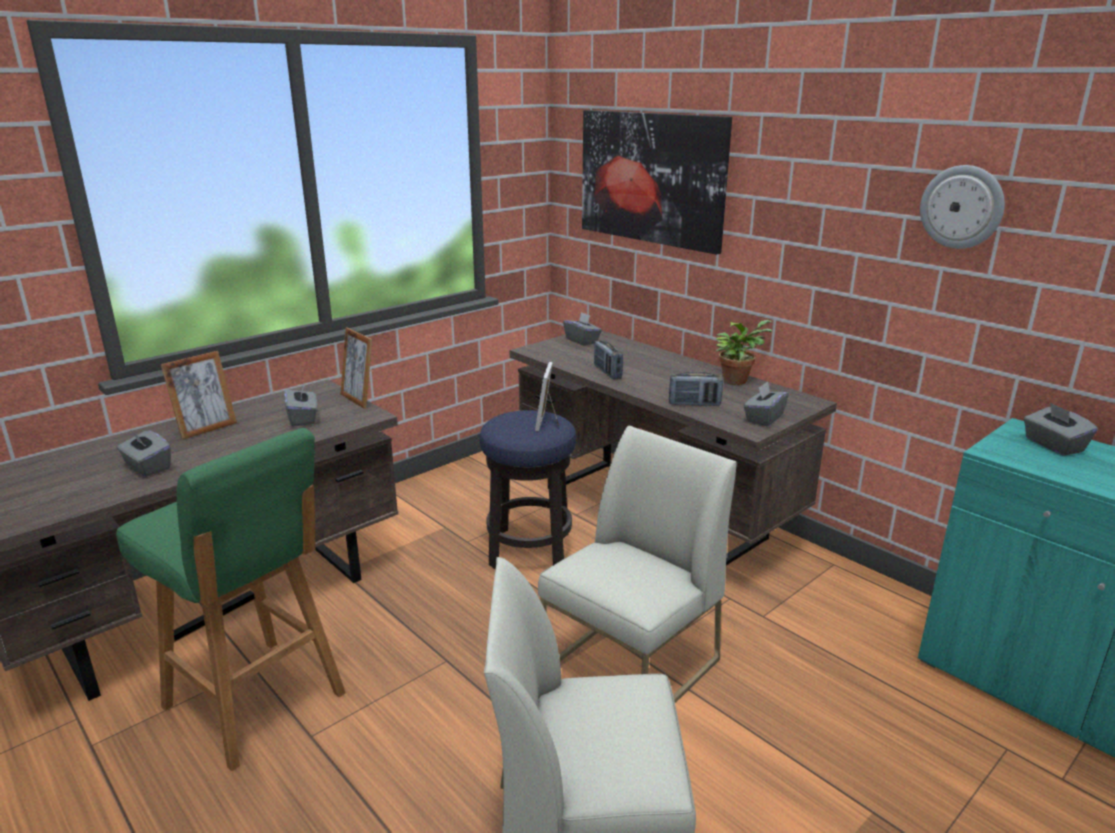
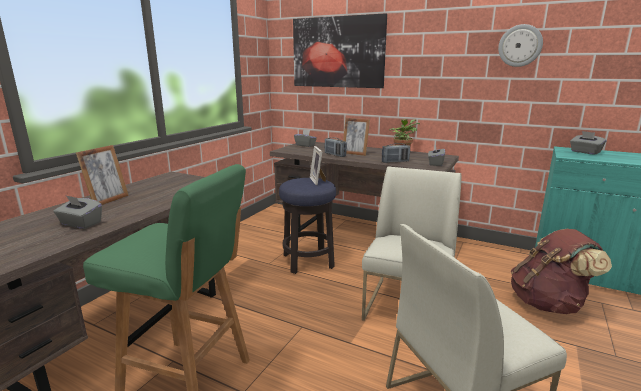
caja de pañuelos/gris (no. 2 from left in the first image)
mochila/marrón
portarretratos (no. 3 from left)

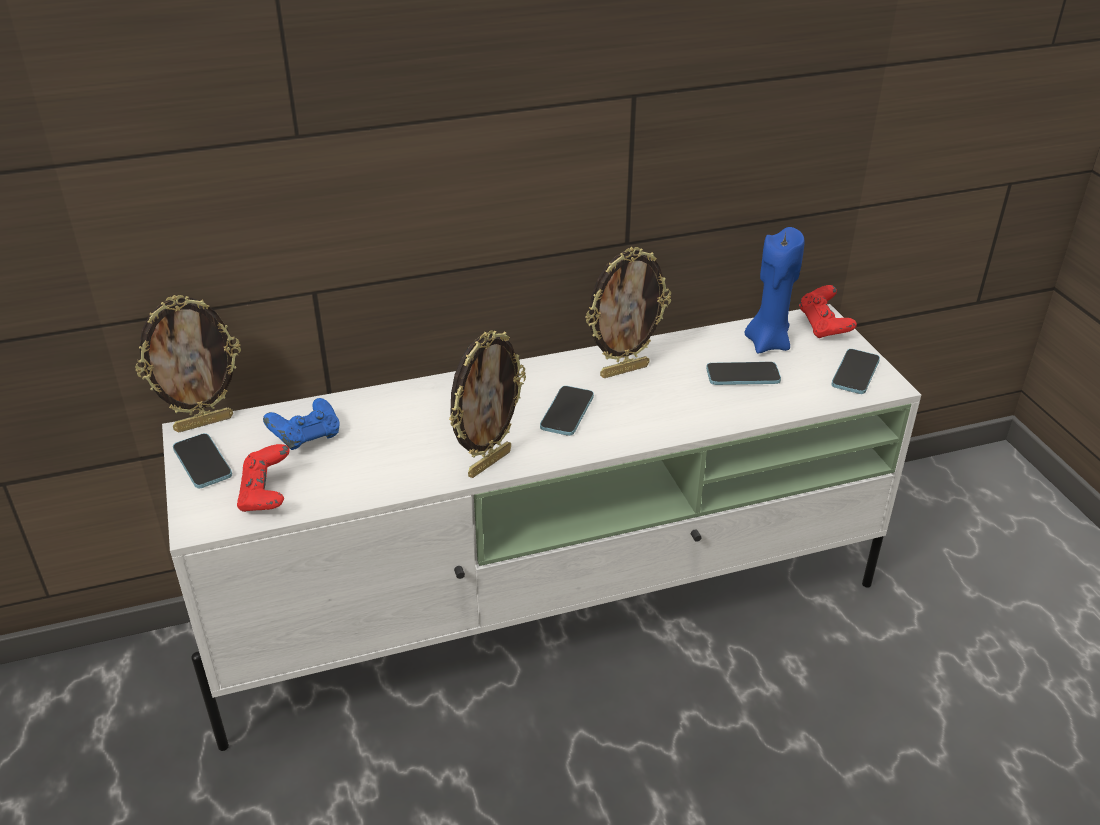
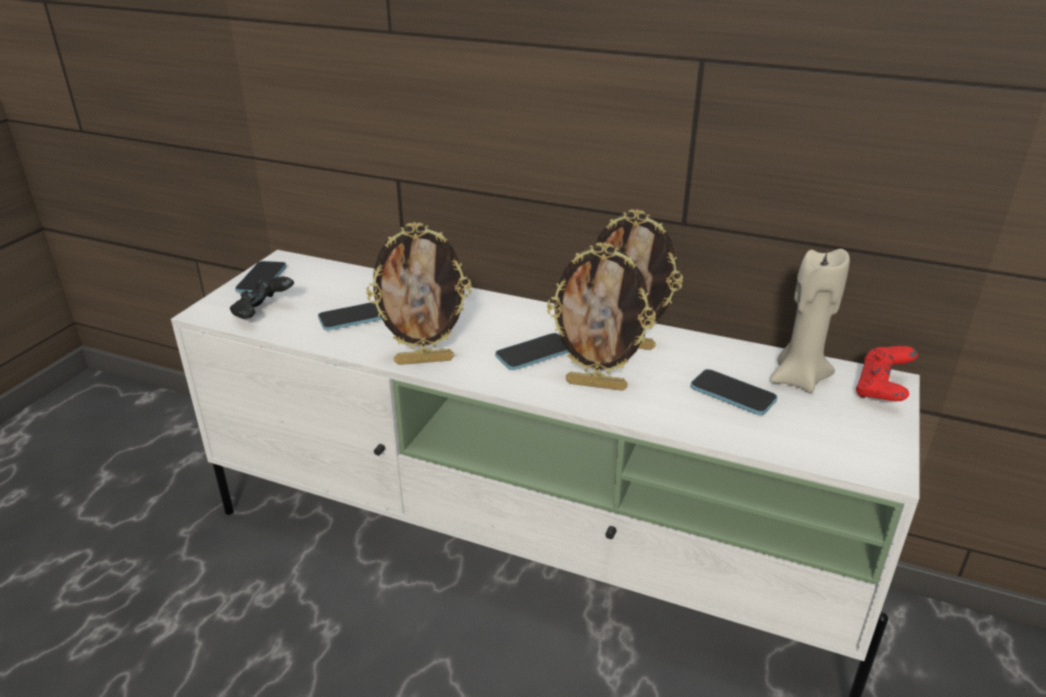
mando de consola/azul
portarretratos (no. 2 from left)
móvil (no. 2 from left)
mando de consola/negro
vela/beis

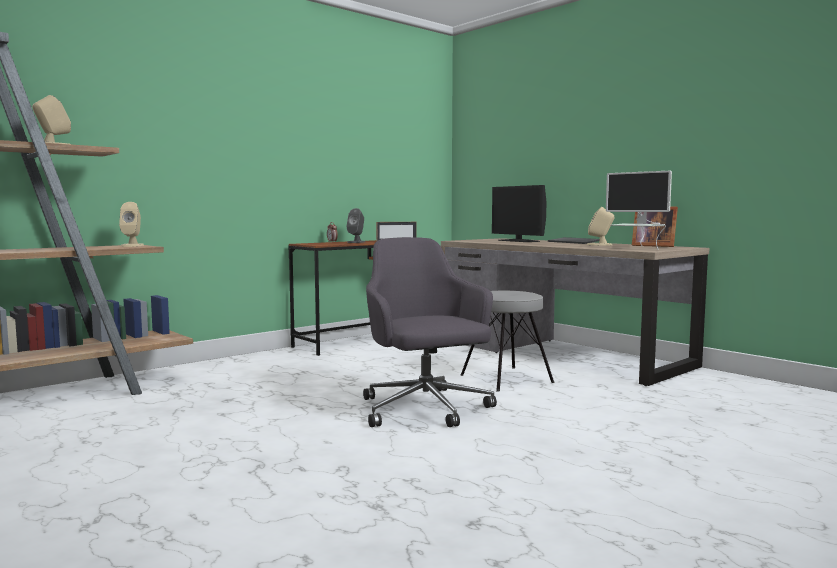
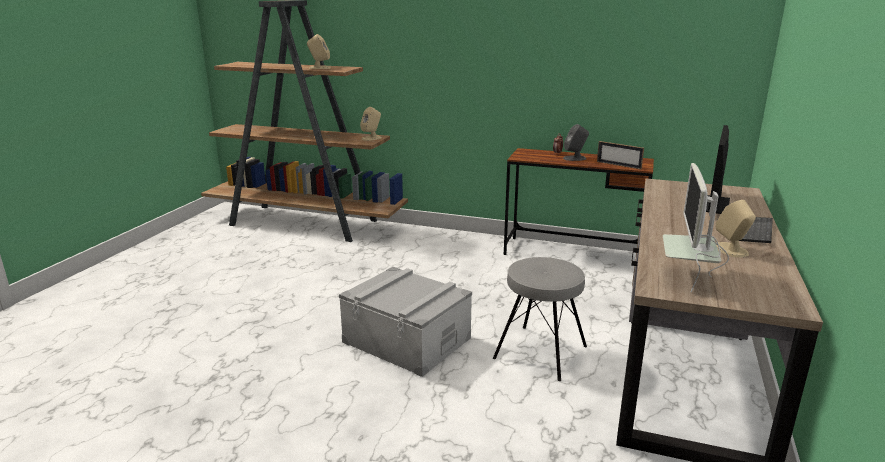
portarretratos (no. 2 from left in the first image)
caja de almacenaje/gris

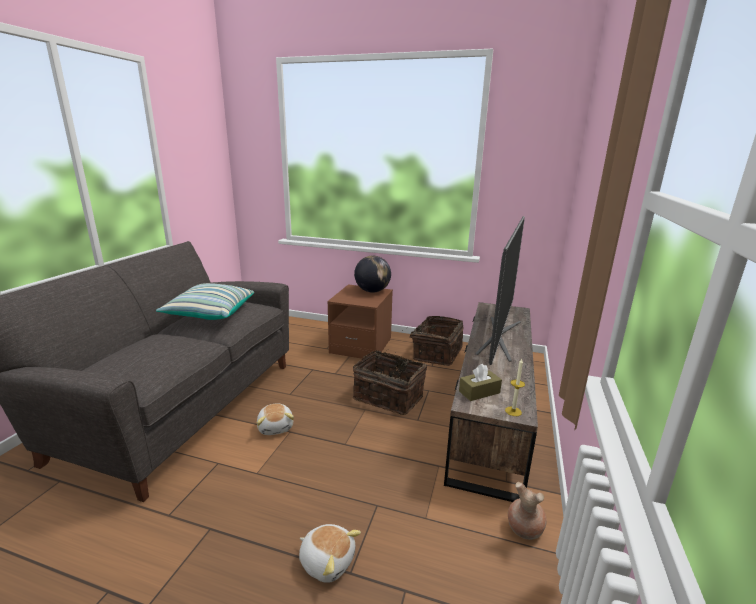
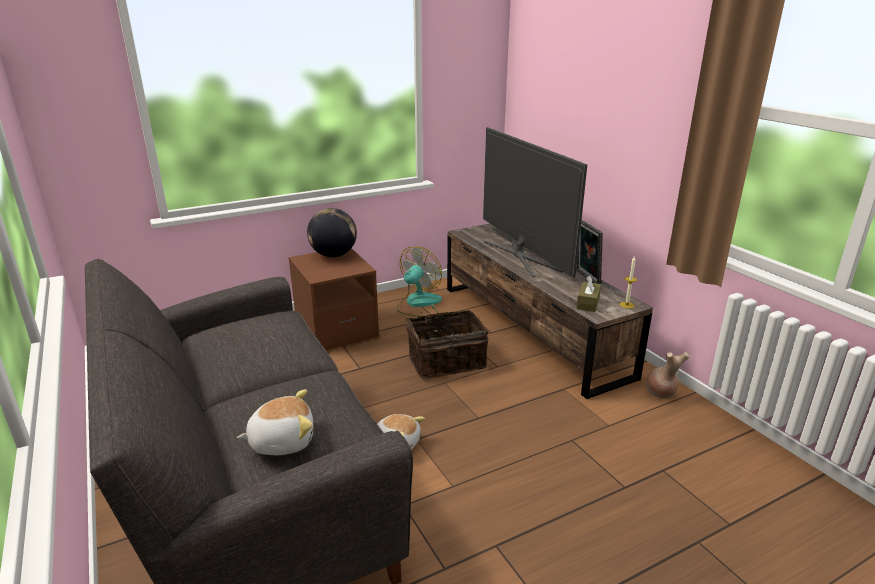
cojín
portarretratos
peluche (no. 1 from left)
ventilador

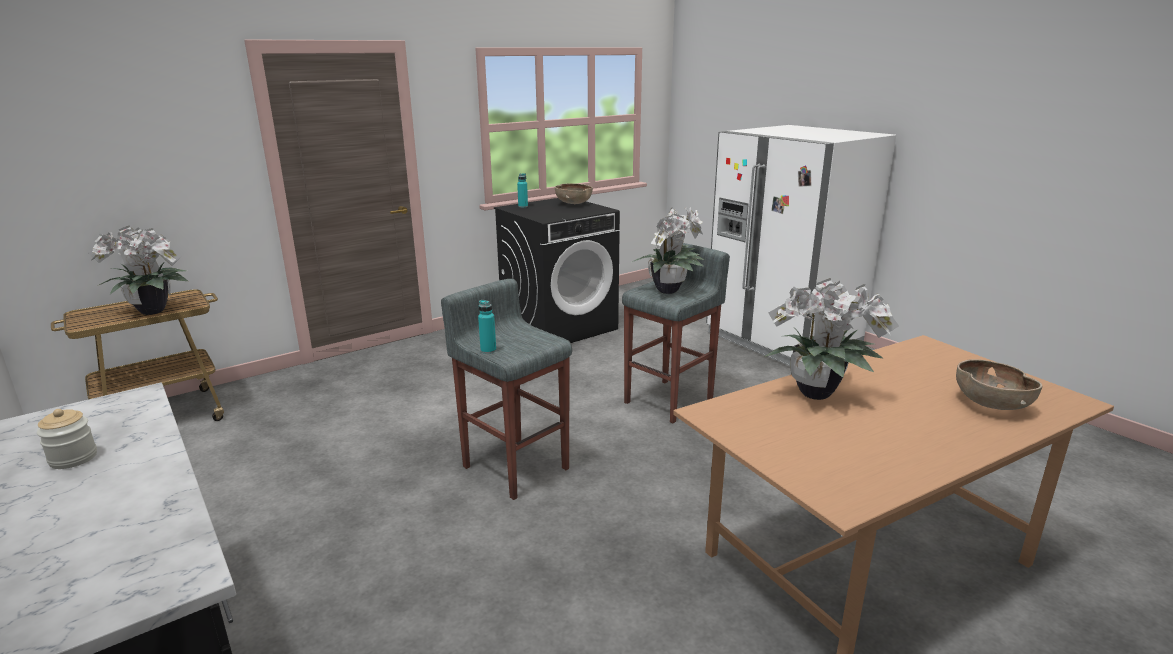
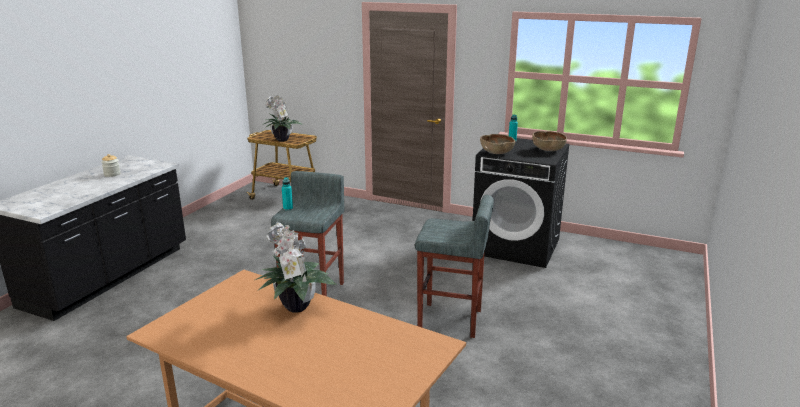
planta en maceta (no. 2 from left in the first image)
nevera/blanco
cuenco/marrón (no. 1 from left)

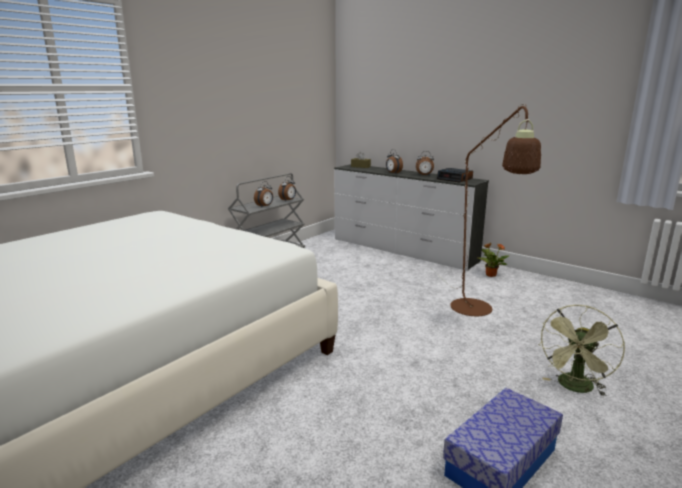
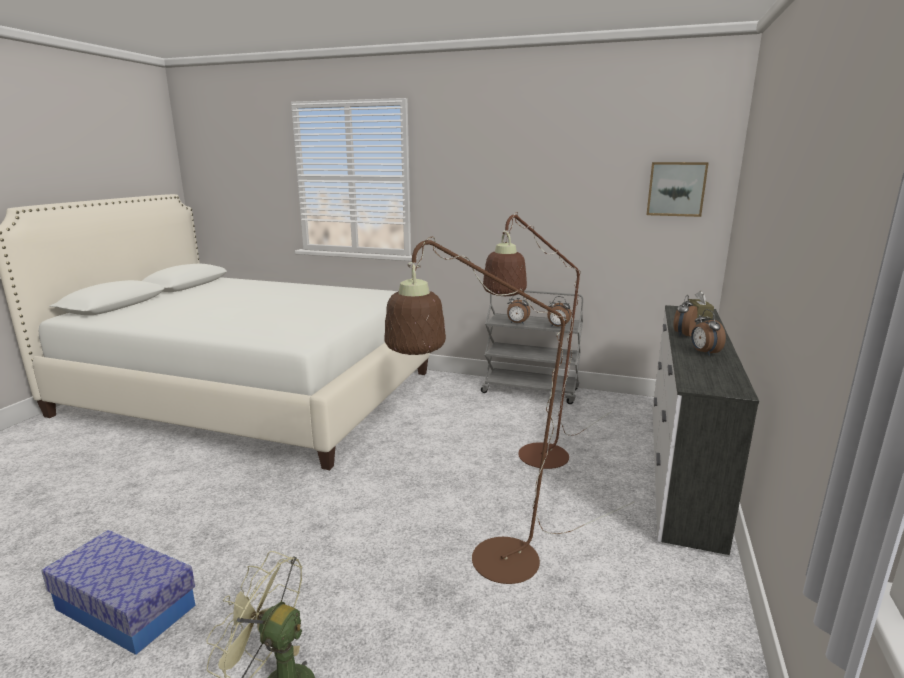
despertador (no. 5 from left in the first image)
planta en maceta
lámpara de pie/marrón (no. 2 from left)
cuadro

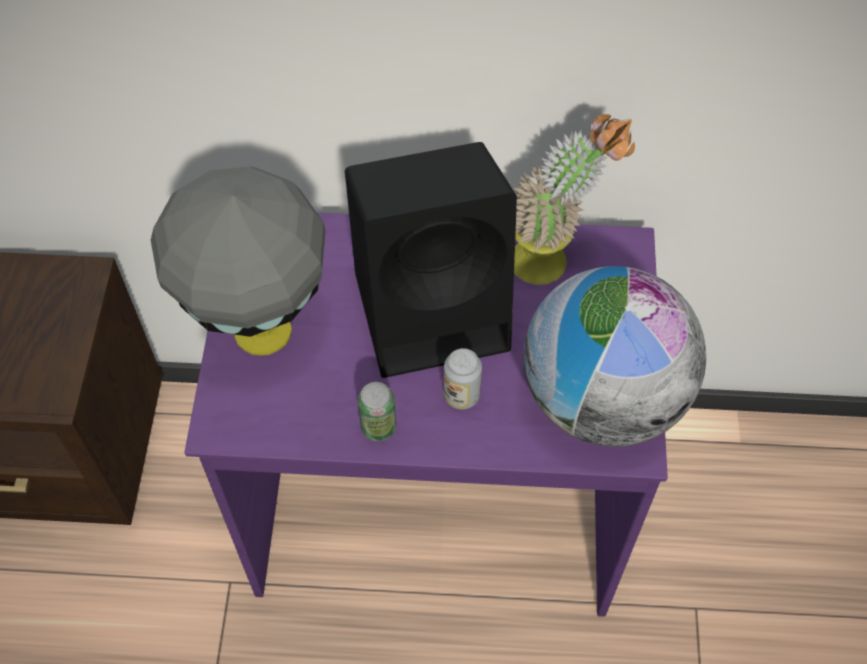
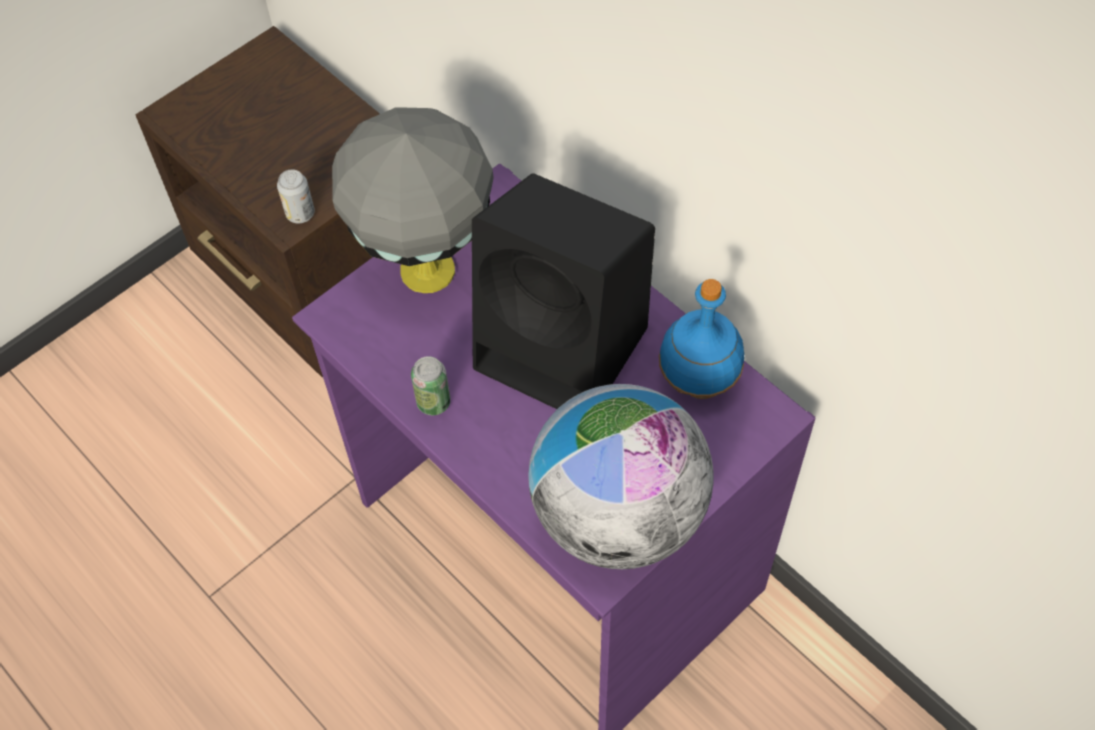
lata (no. 1 from left)
botella/azul

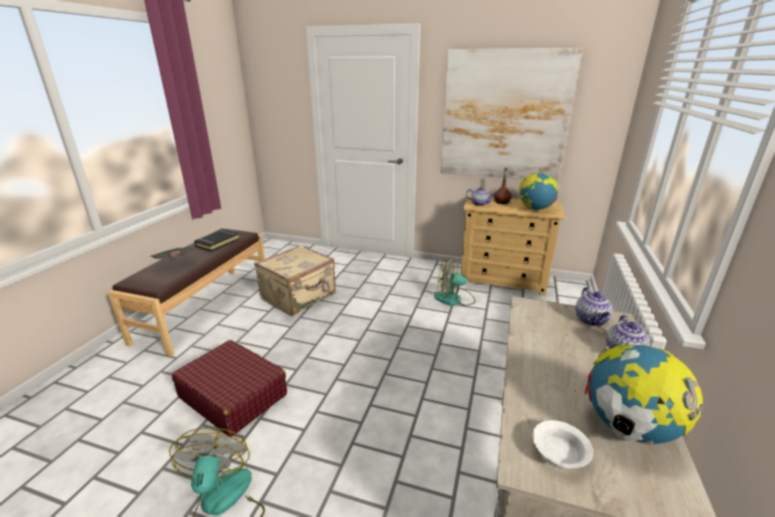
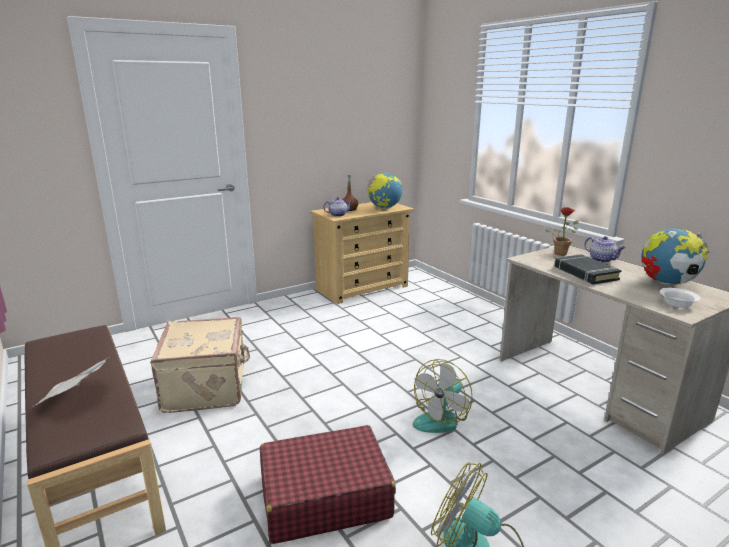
cuadro
libro/negro
ventilador (no. 1 from left)
planta en maceta

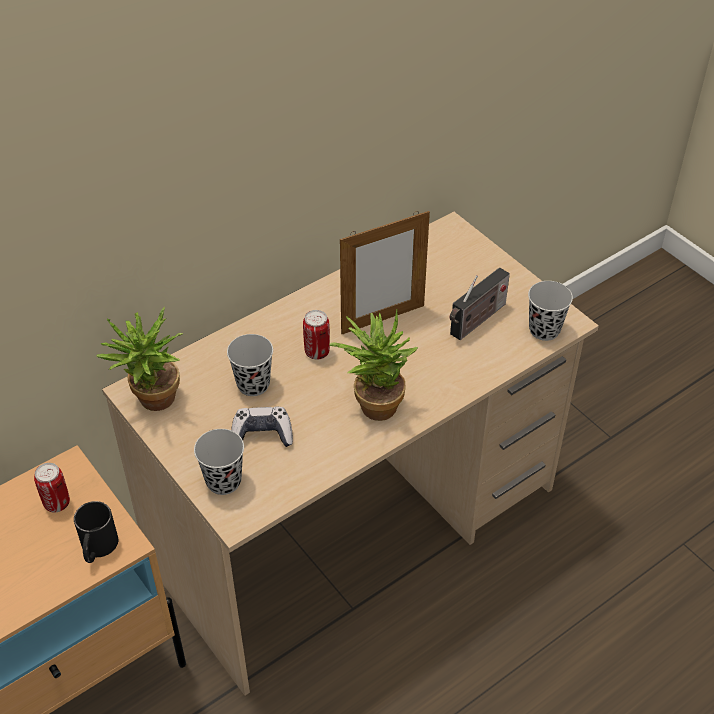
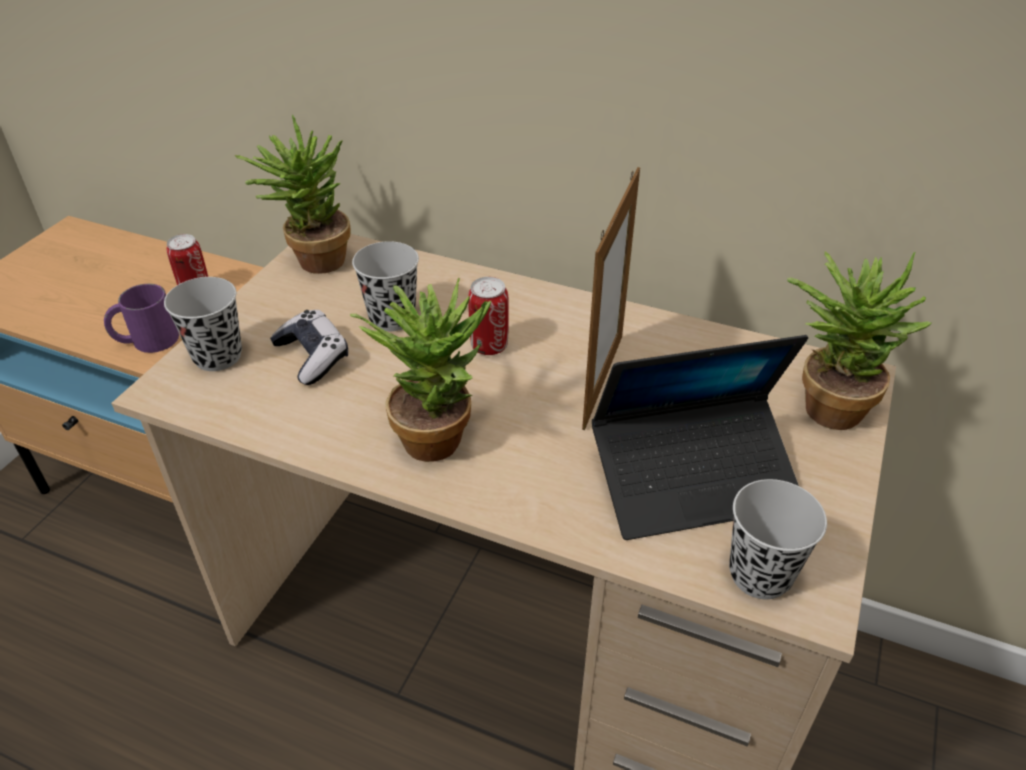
planta en maceta (no. 3 from left)
portátil
taza grande/morado
portarretratos

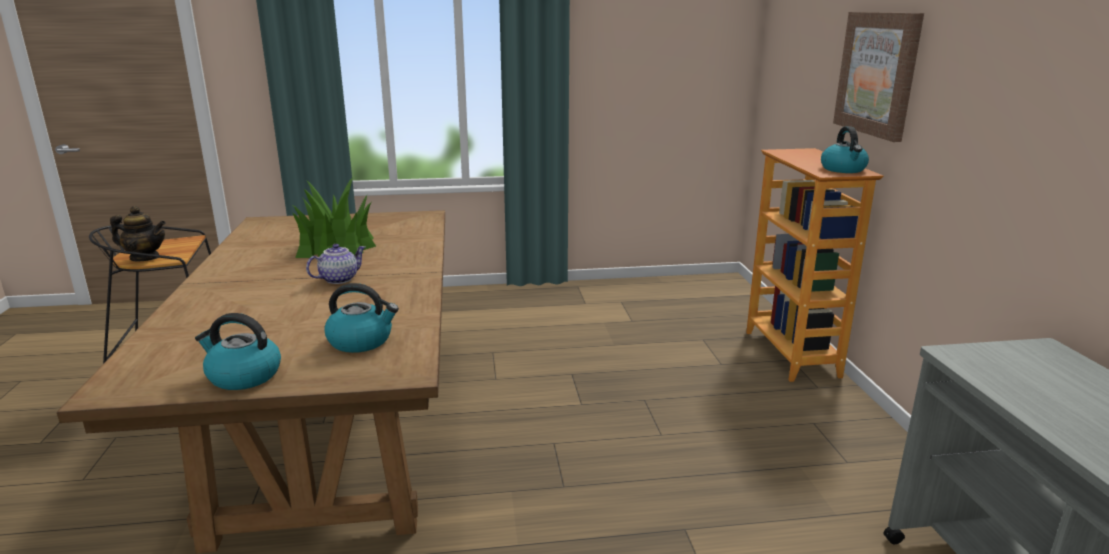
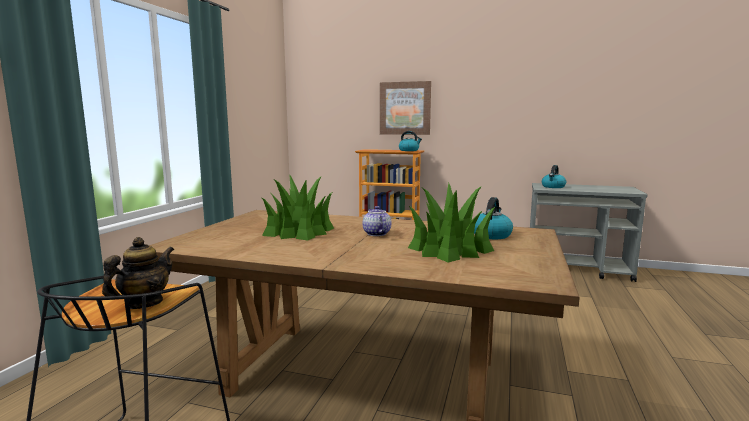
planta en maceta (no. 2 from left)
hervidor (no. 3 from left)

